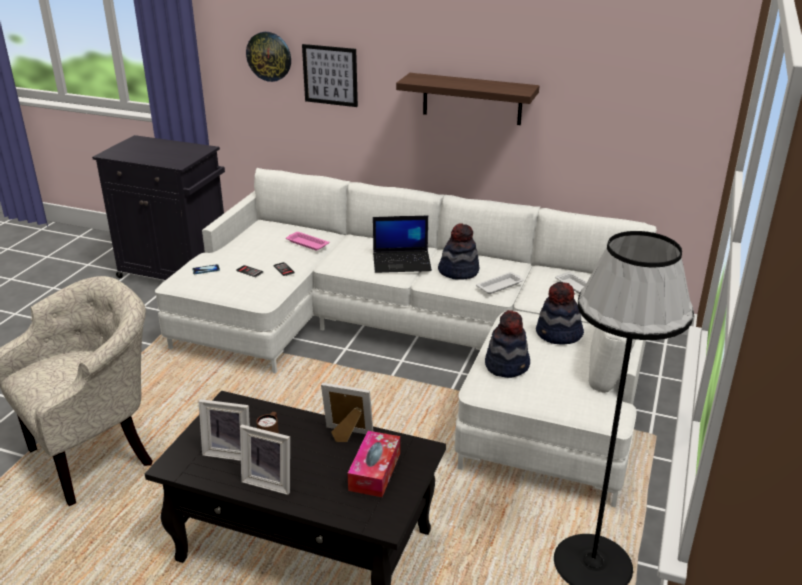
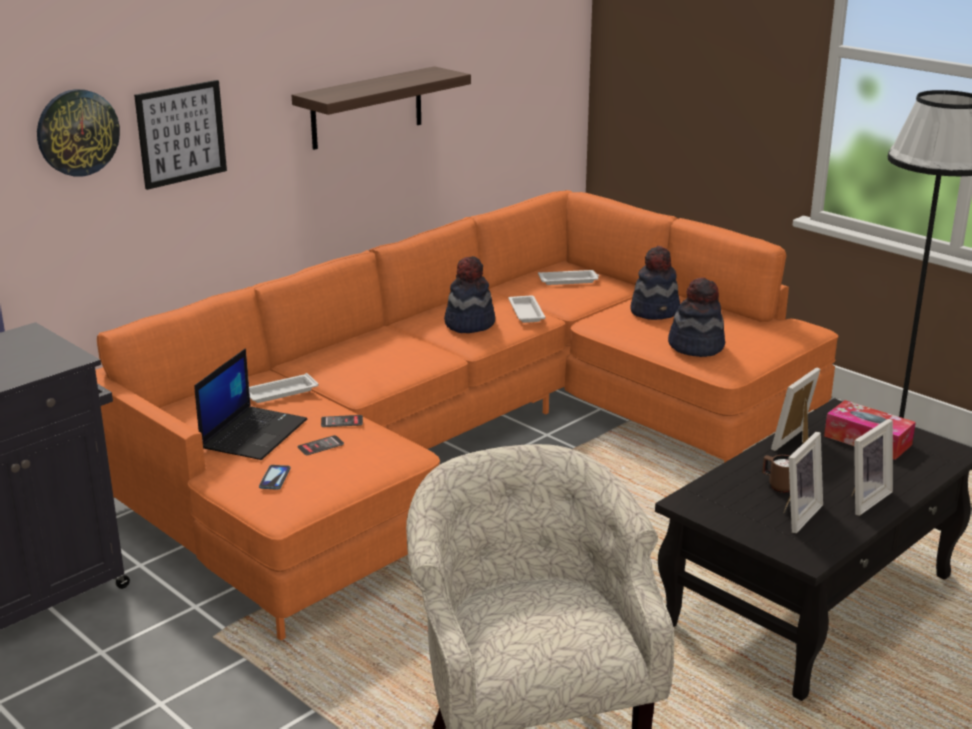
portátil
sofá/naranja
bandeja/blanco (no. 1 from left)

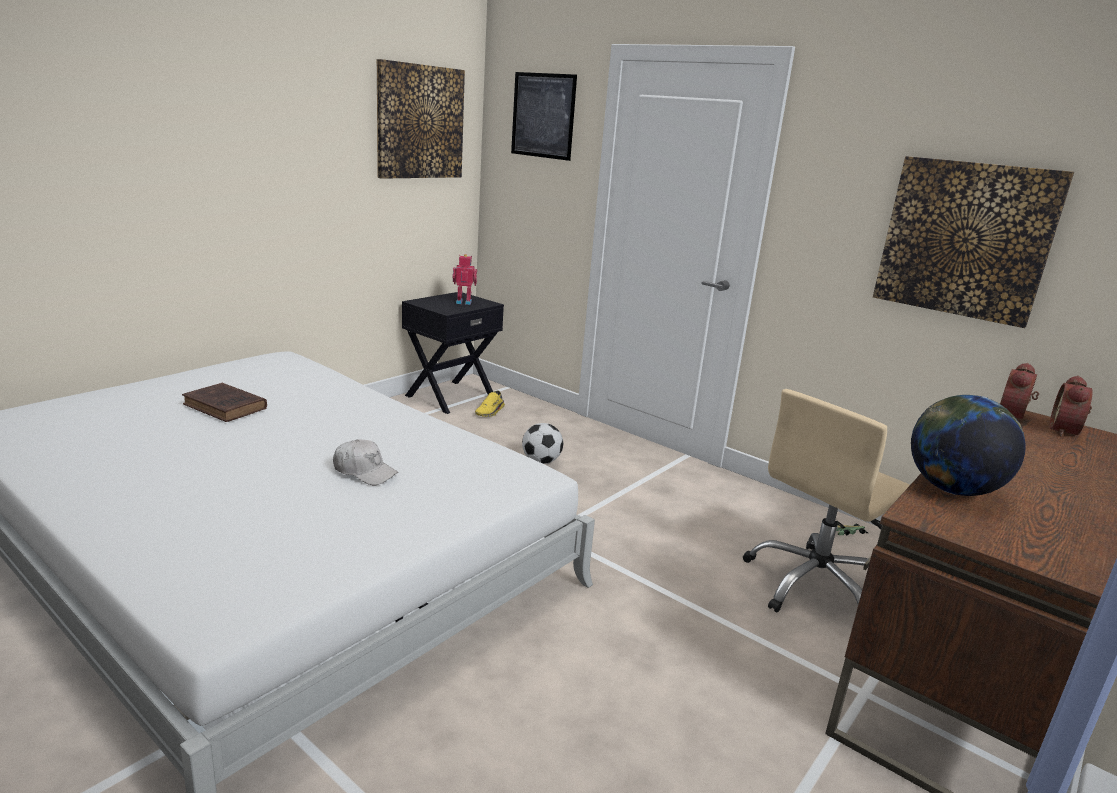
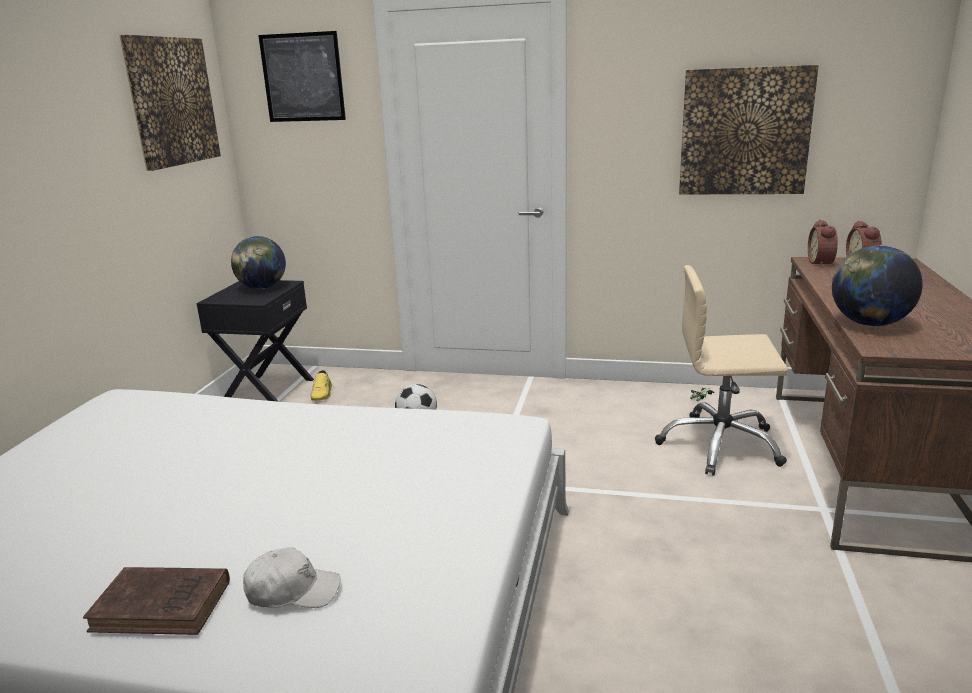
libro/marrón
gorra/blanco
globo terráqueo (no. 1 from left)
silla de oficina/beis

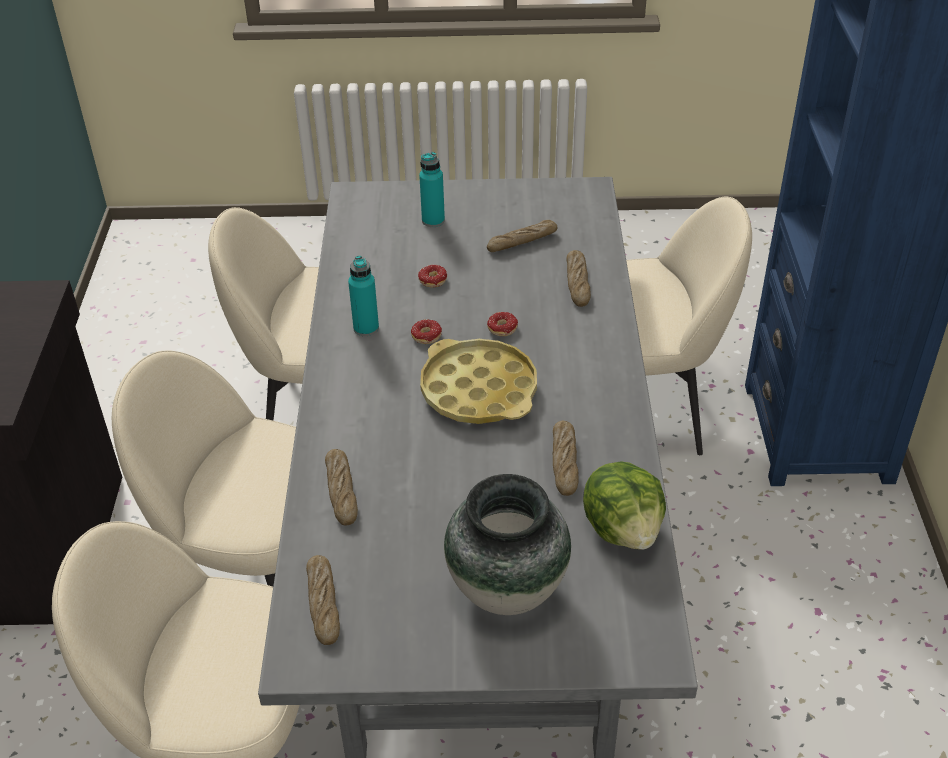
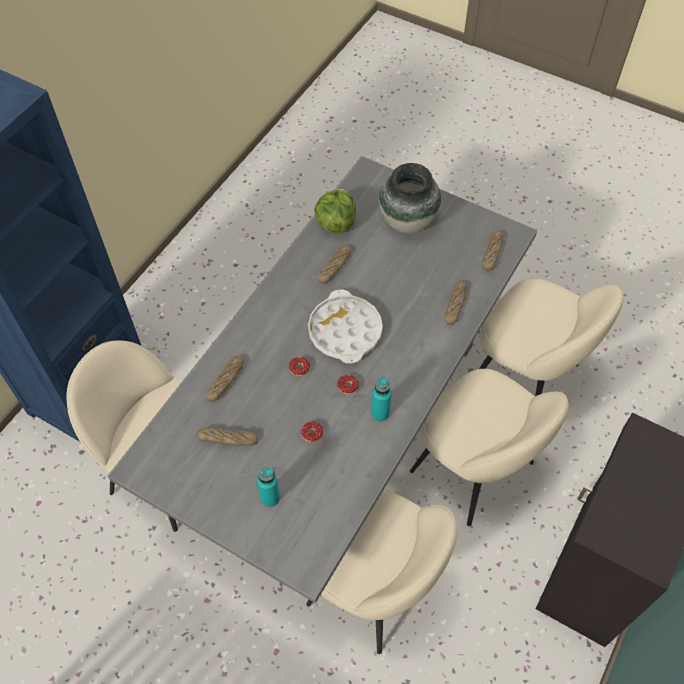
bandeja/blanco

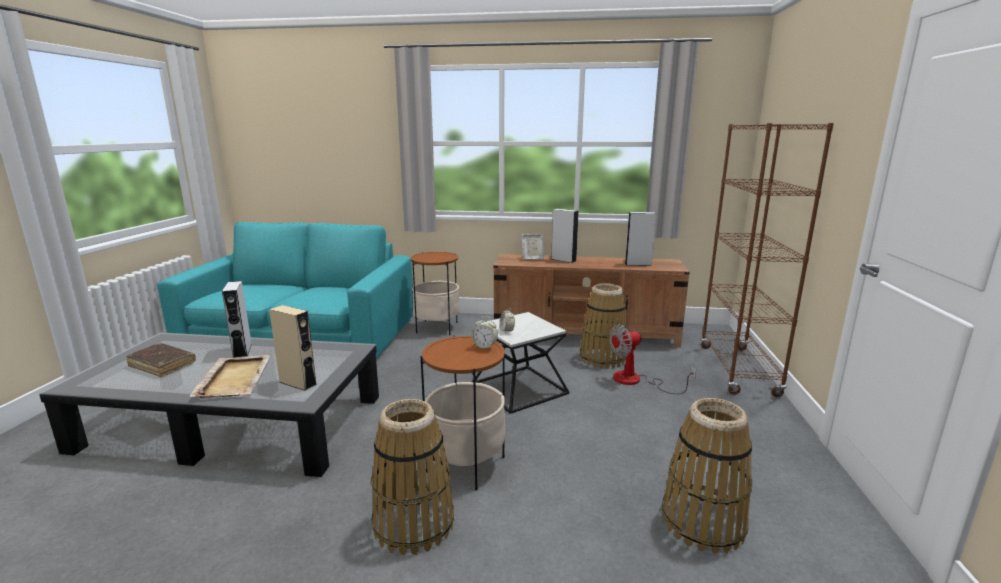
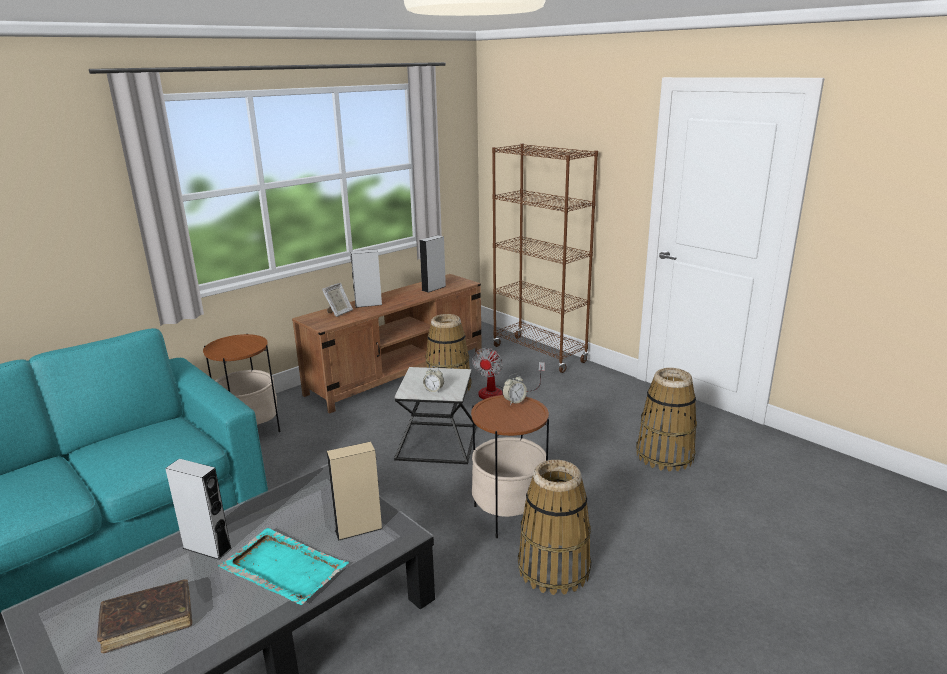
bandeja/turquesa

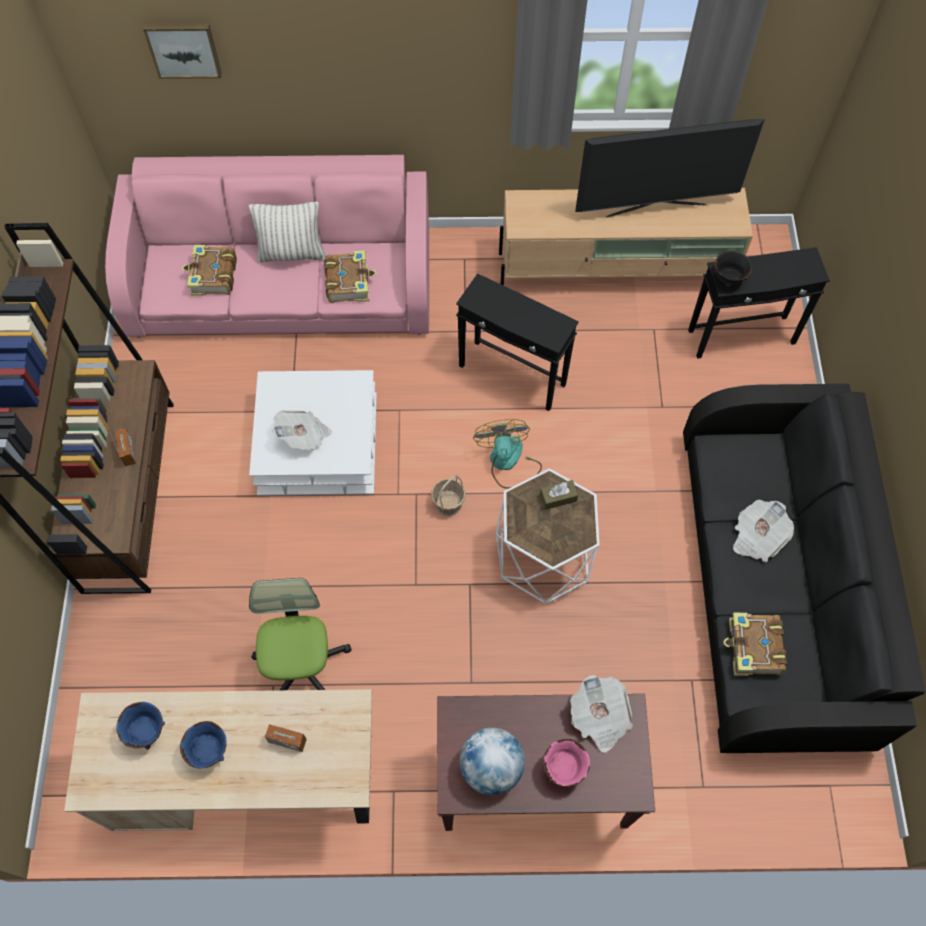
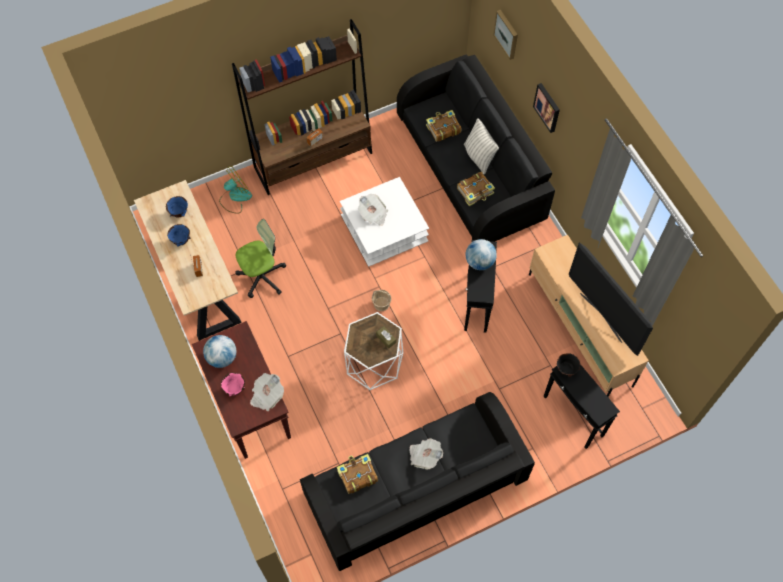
globo terráqueo (no. 2 from left)
cuadro (no. 2 from left)
ventilador
sofá/negro (no. 2 from left)

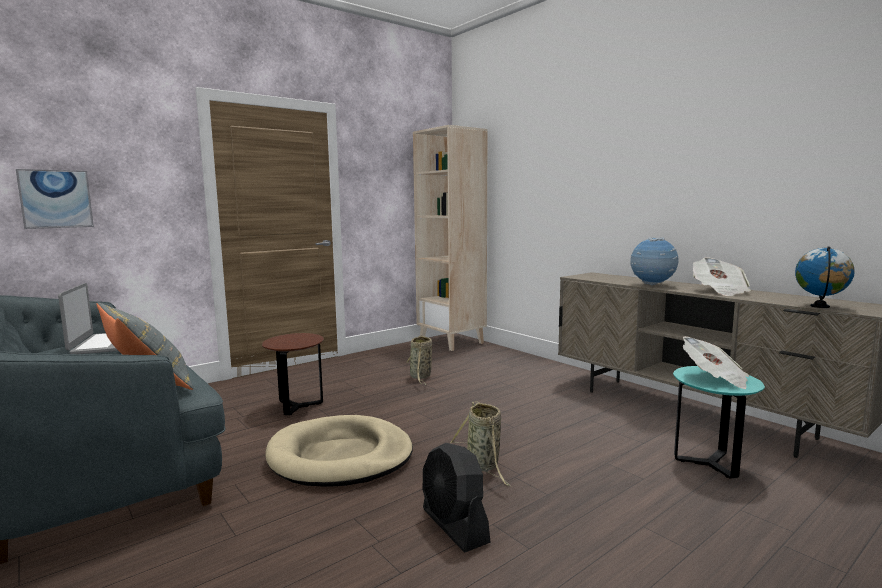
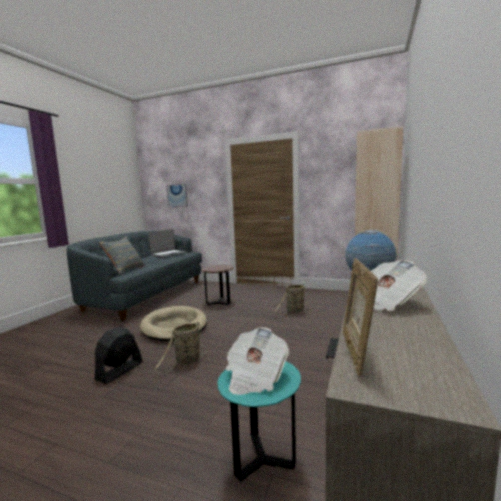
portarretratos

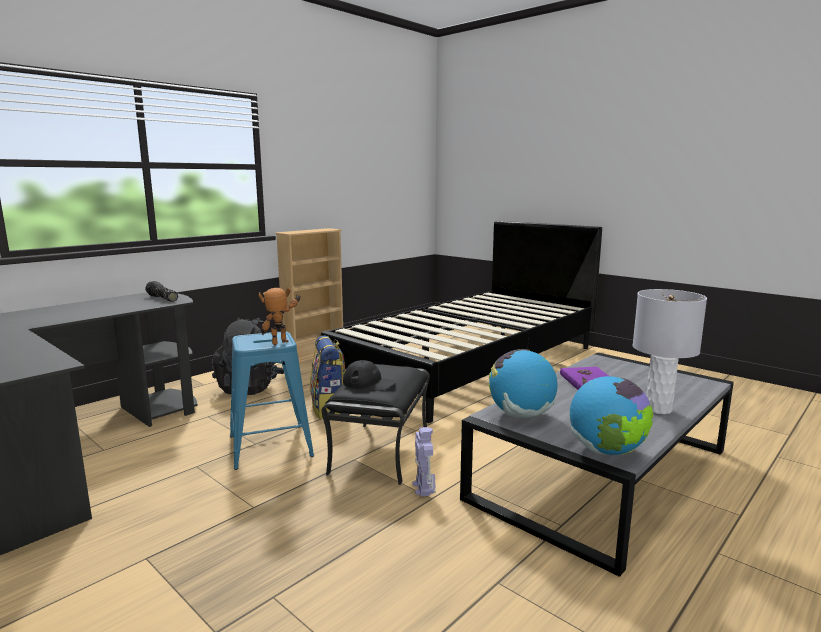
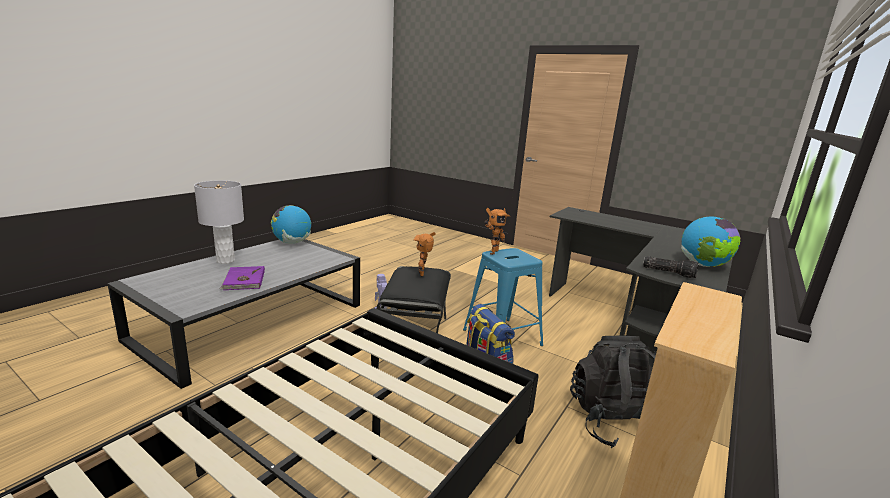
globo terráqueo (no. 2 from left)
robot de juguete (no. 2 from left)

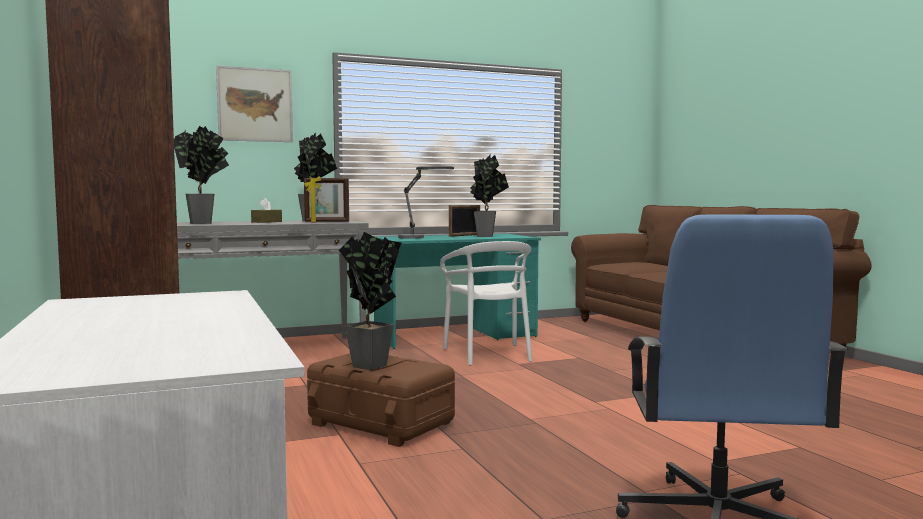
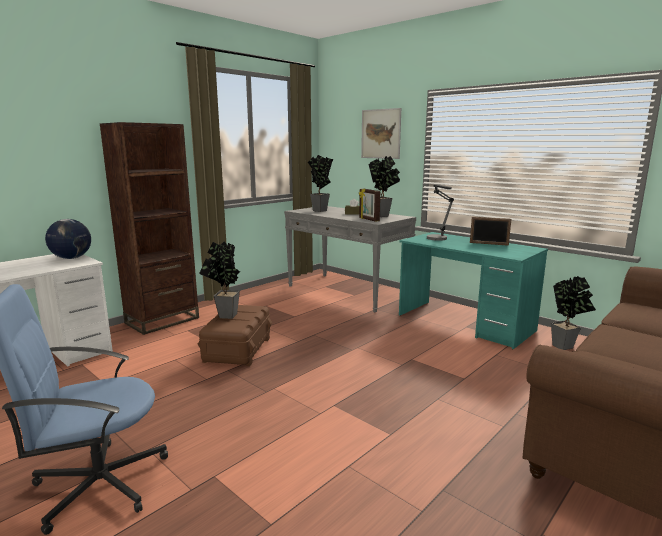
silla/blanco
globo terráqueo
planta en maceta (no. 4 from left)

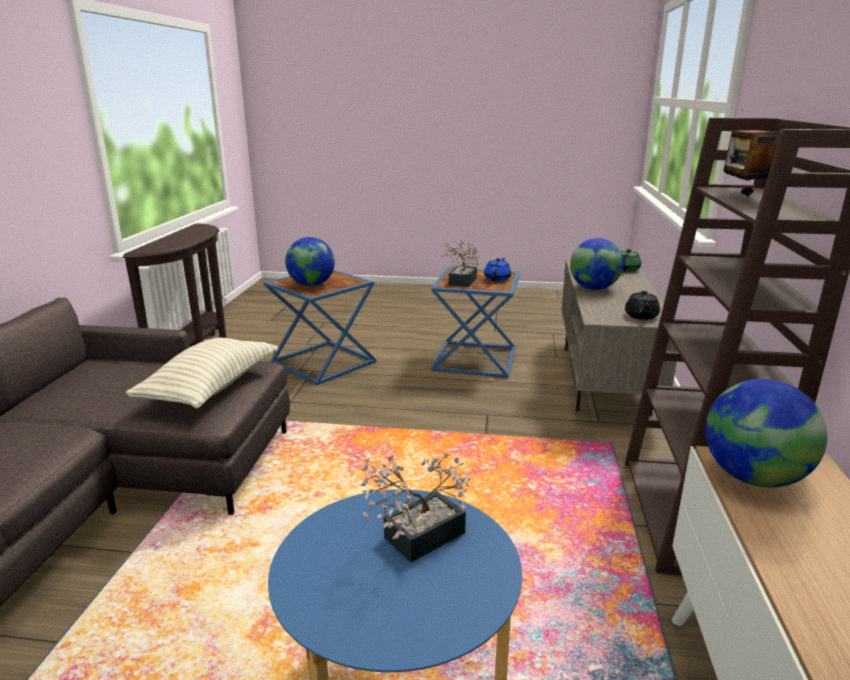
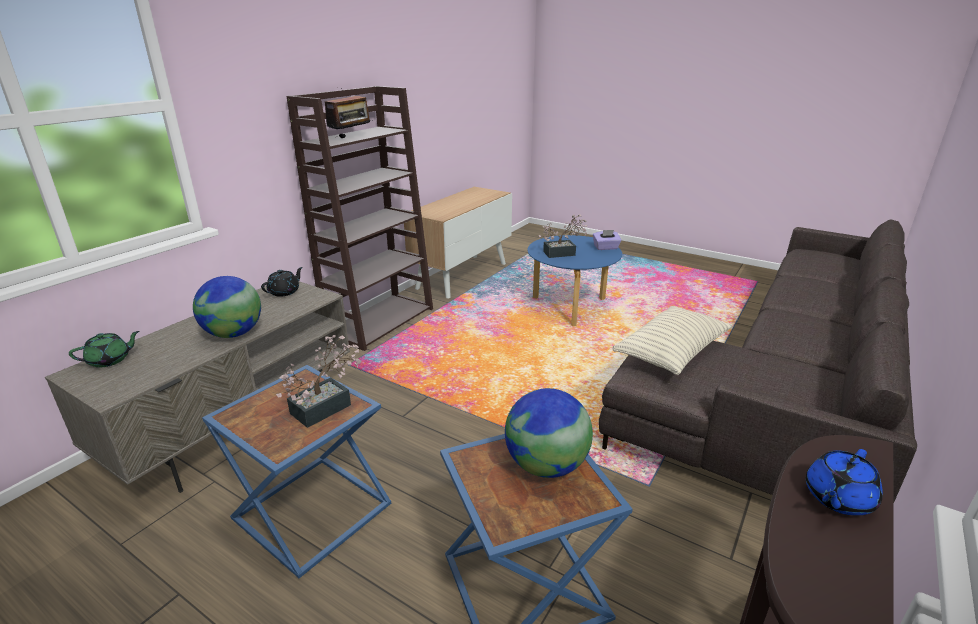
globo terráqueo (no. 3 from left in the first image)
caja de pañuelos/morado
tetera/azul

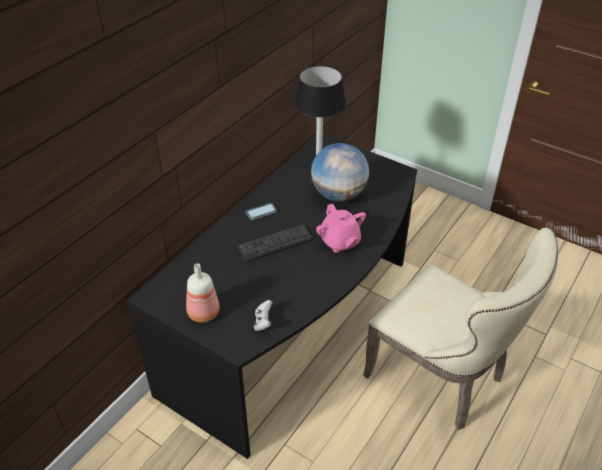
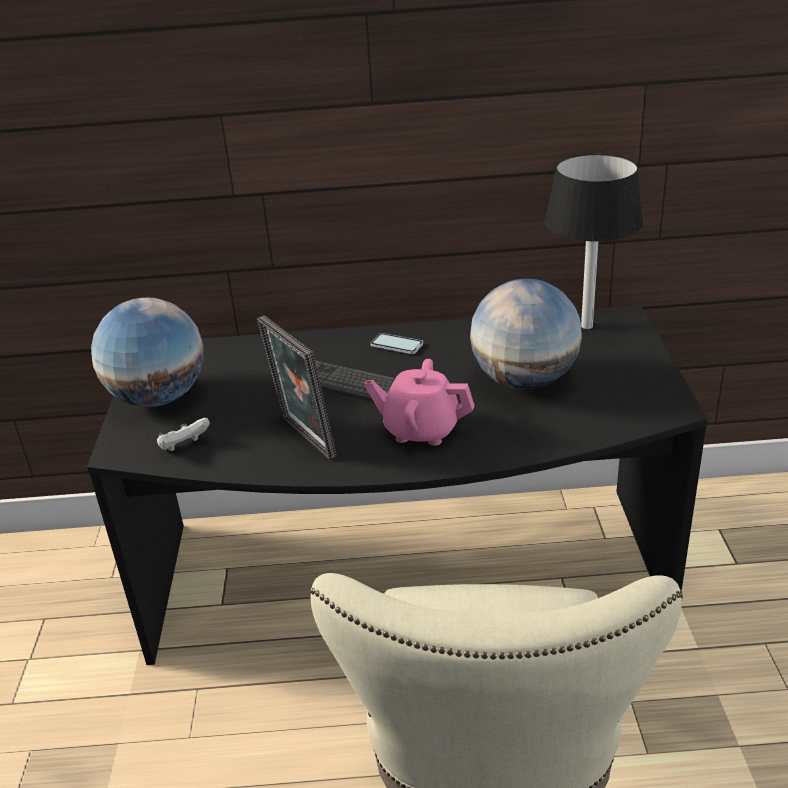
portarretratos
globo terráqueo (no. 1 from left)
tetera/rosa

